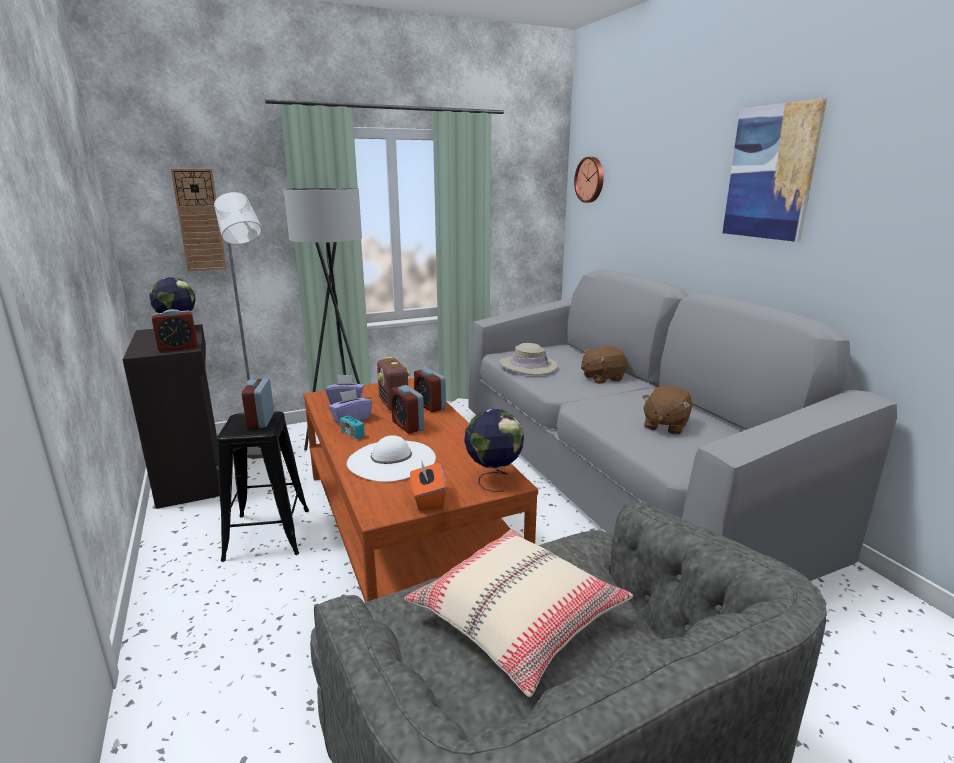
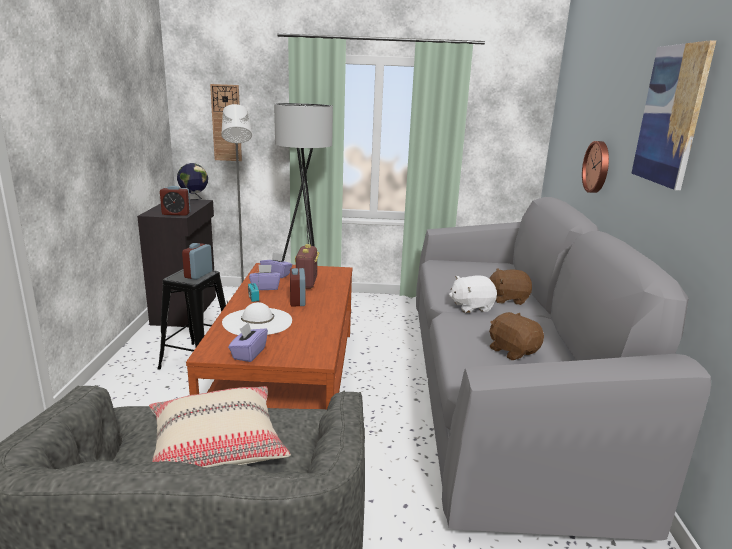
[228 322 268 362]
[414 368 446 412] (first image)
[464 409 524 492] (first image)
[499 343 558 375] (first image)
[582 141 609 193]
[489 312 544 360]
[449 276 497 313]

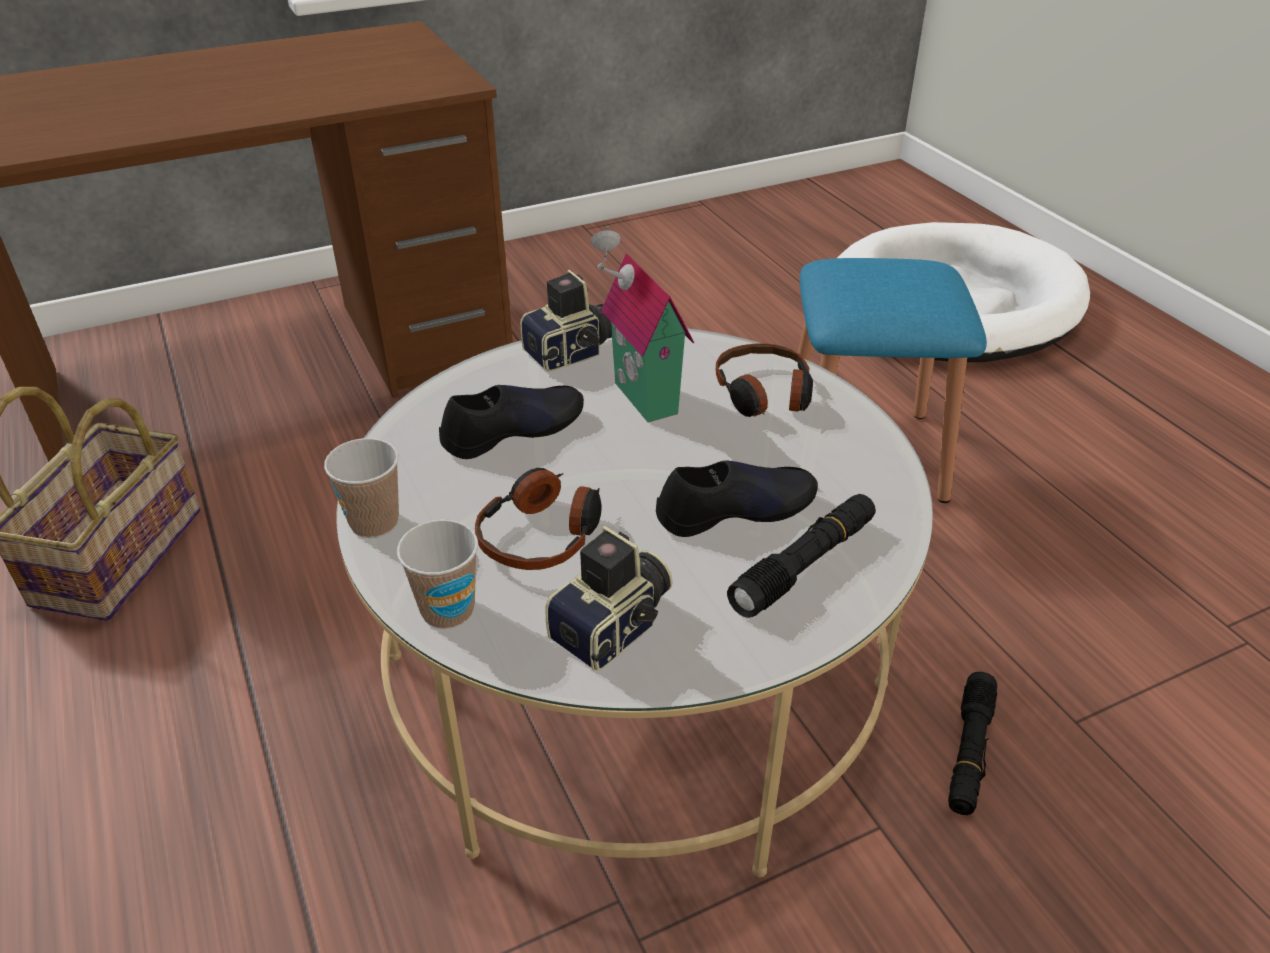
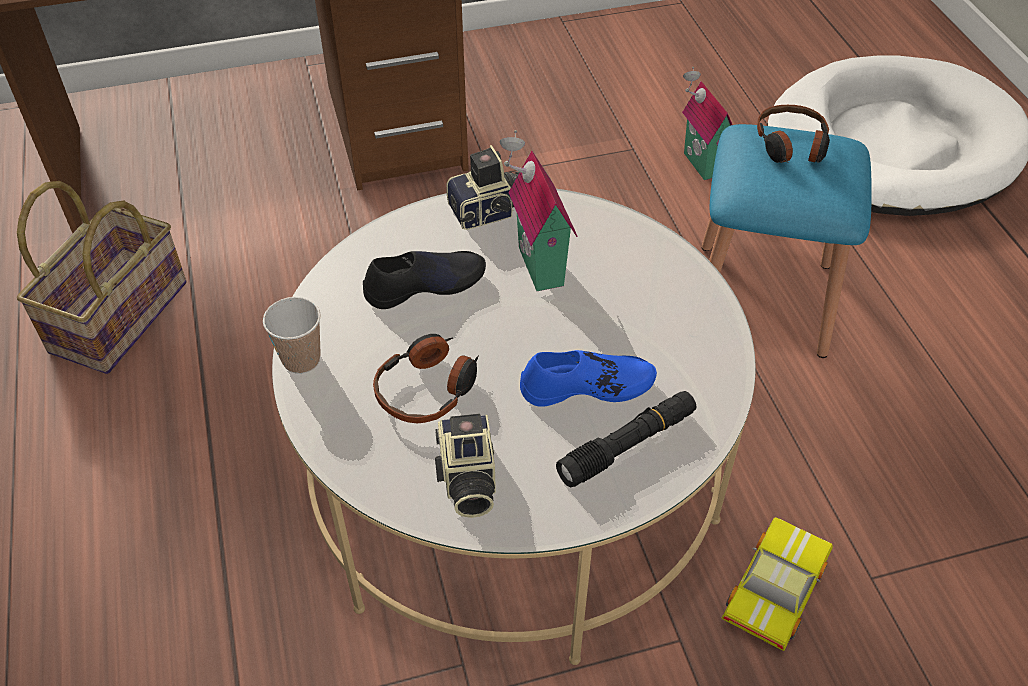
[397 519 478 629] (first image)
[435 414 496 518]
[520 350 657 407]
[757 105 830 163]
[721 517 833 651]
[682 67 732 180]

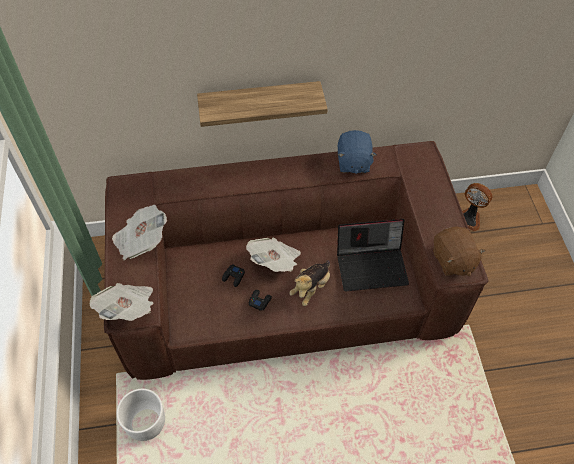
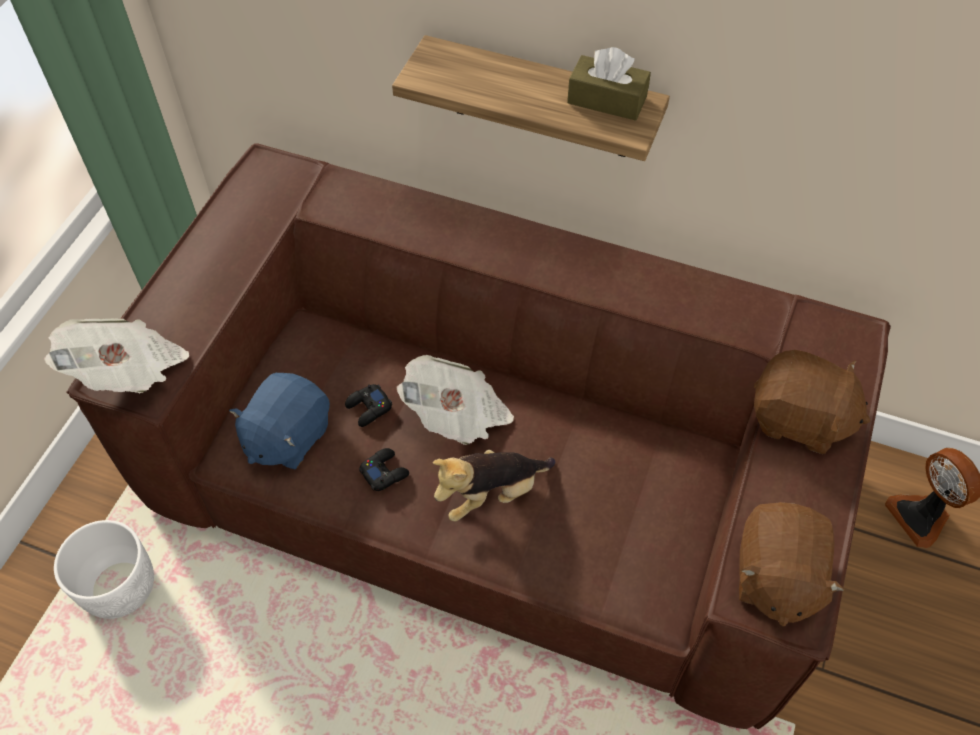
[112 205 167 260] (first image)
[229 373 330 469]
[337 219 409 291] (first image)
[567 47 651 121]
[754 350 870 454]

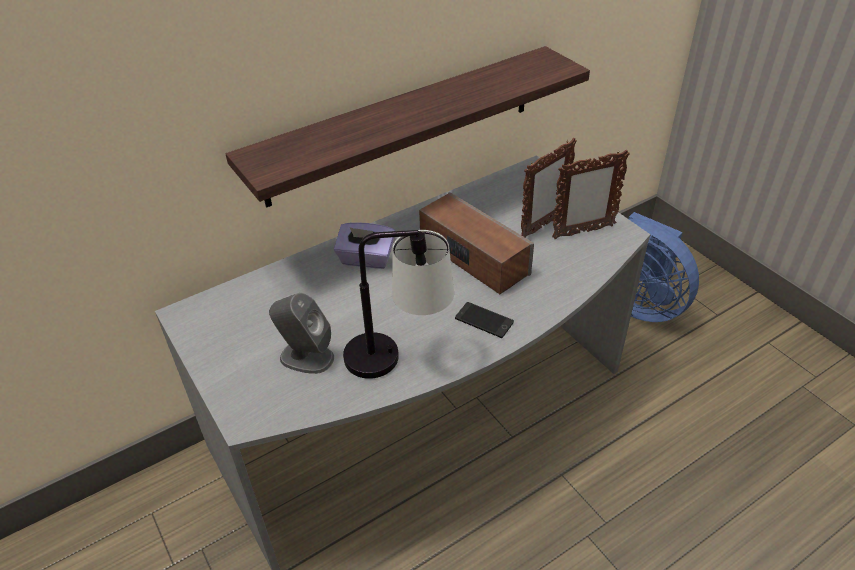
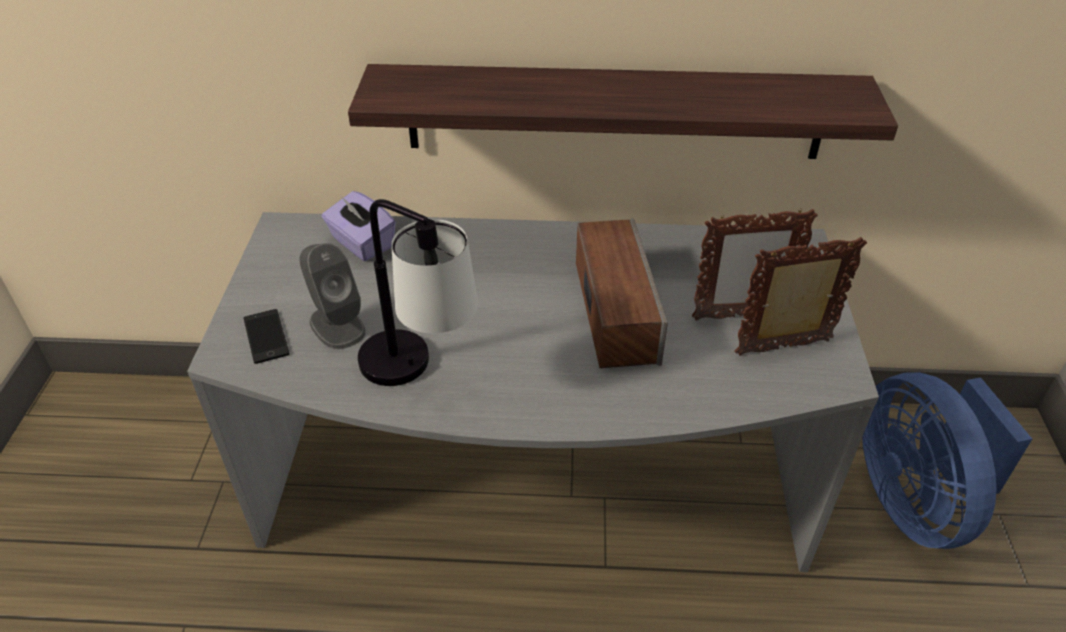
[322 191 396 261]
[243 309 290 364]
[734 237 867 356]

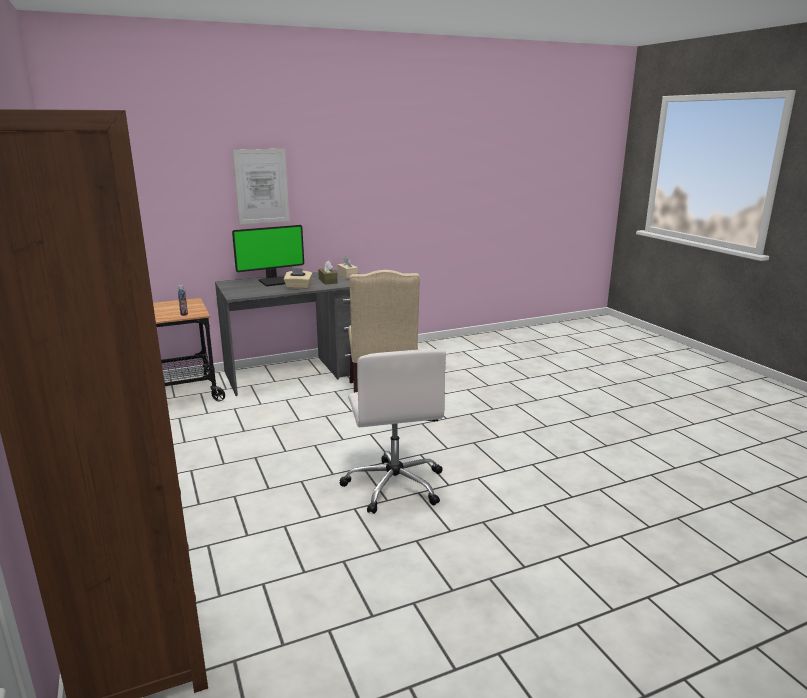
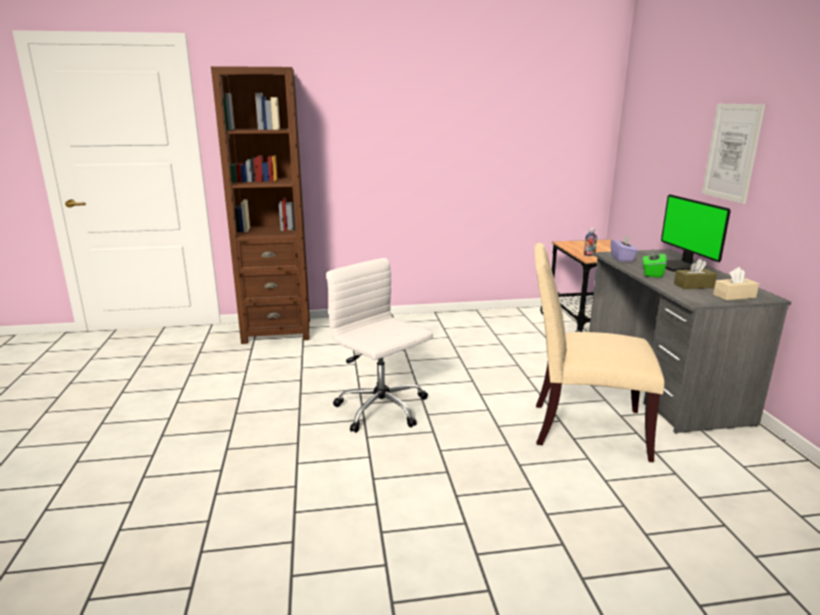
[643 249 667 278]
[326 258 433 433]
[611 236 638 262]

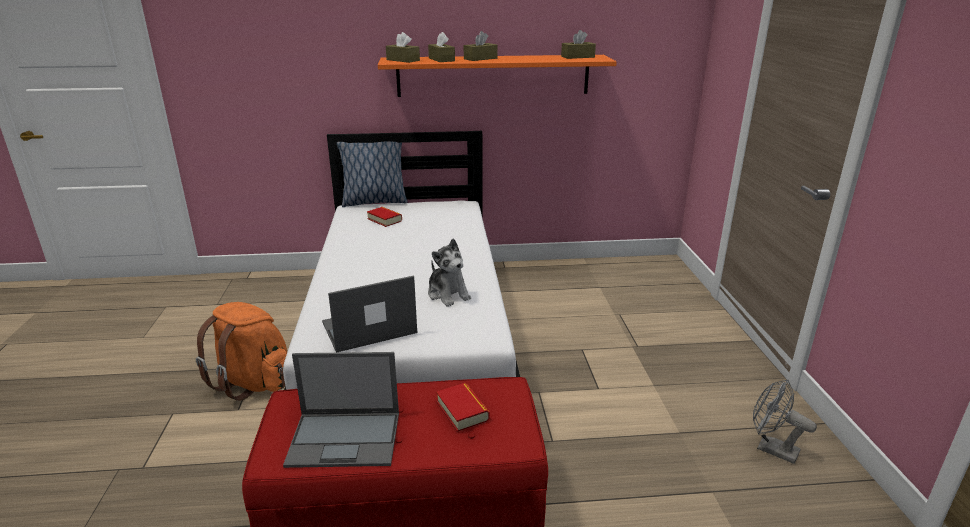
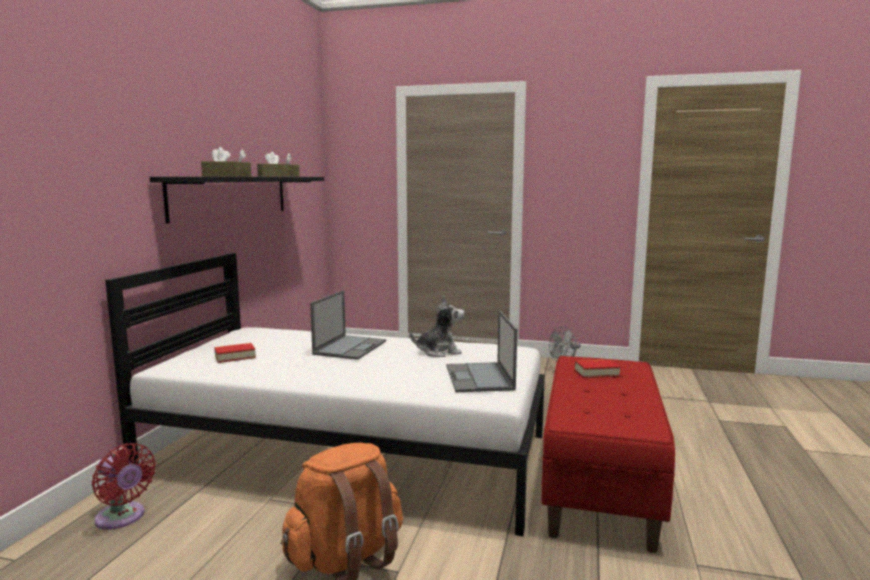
[310 290 386 360]
[337 142 408 207] (first image)
[150 177 324 224]
[257 152 290 177]
[92 443 156 529]

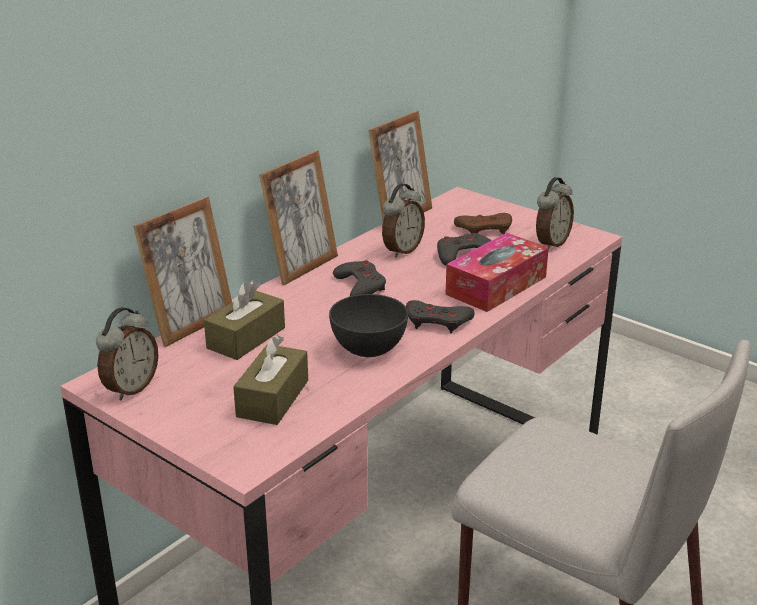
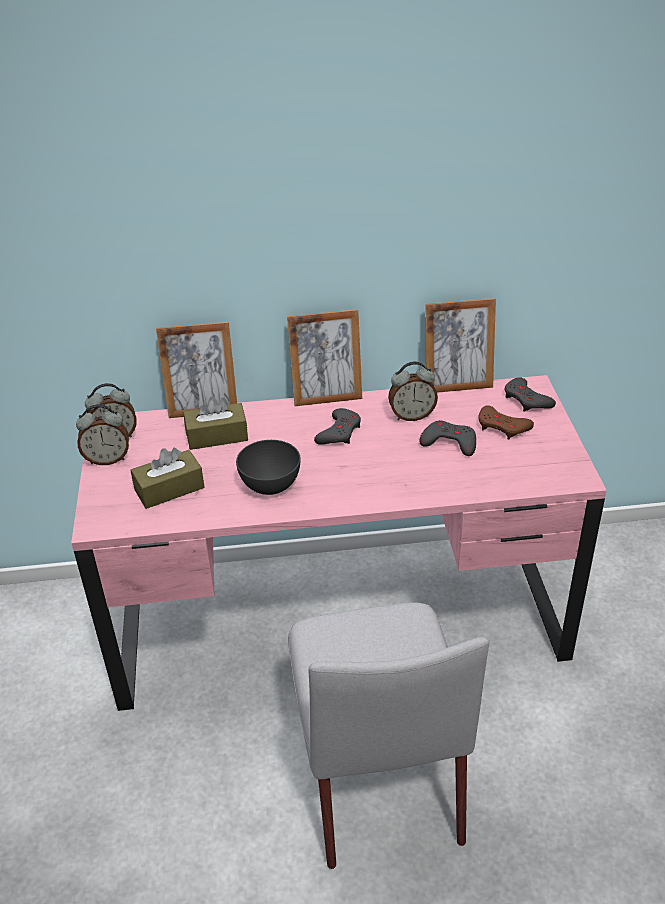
[505 377 556 412]
[445 233 549 312] (first image)
[76 404 129 465]

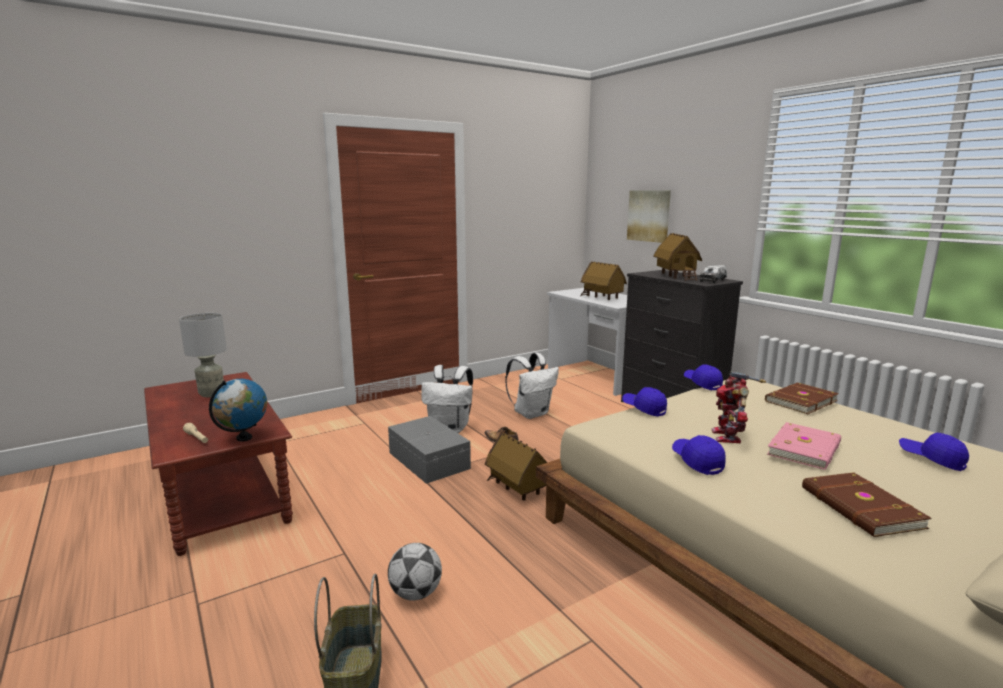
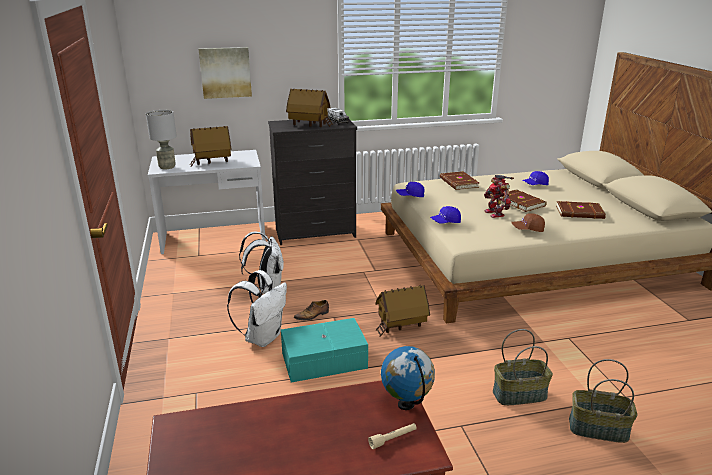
[146 110 177 169]
[281 318 368 383]
[493 329 553 405]
[511 213 545 232]
[484 175 514 218]
[500 189 547 212]

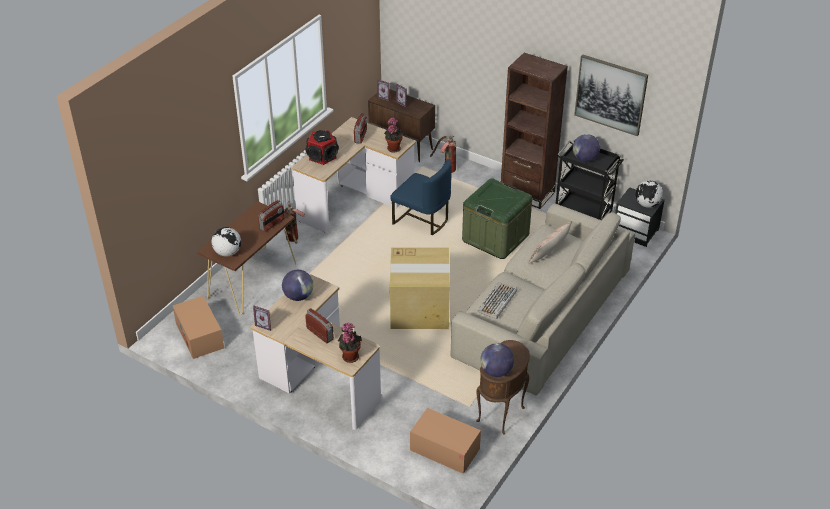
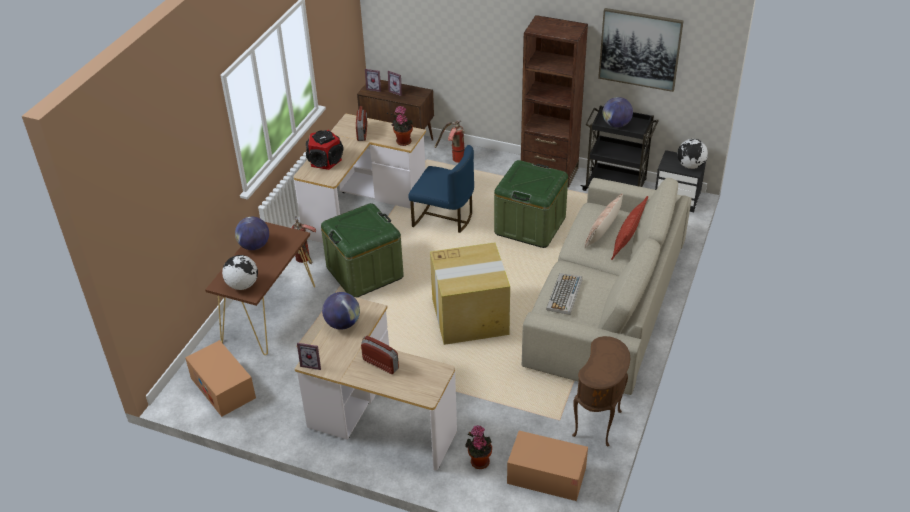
[258 200 285 232] (first image)
[465 425 492 469]
[235 217 269 250]
[321 203 404 298]
[611 196 648 260]

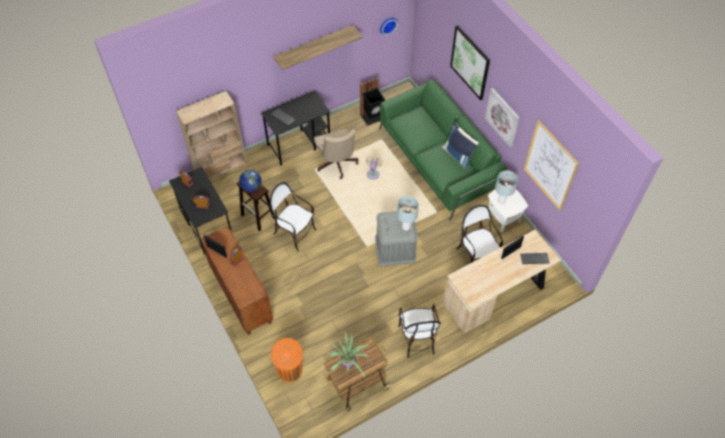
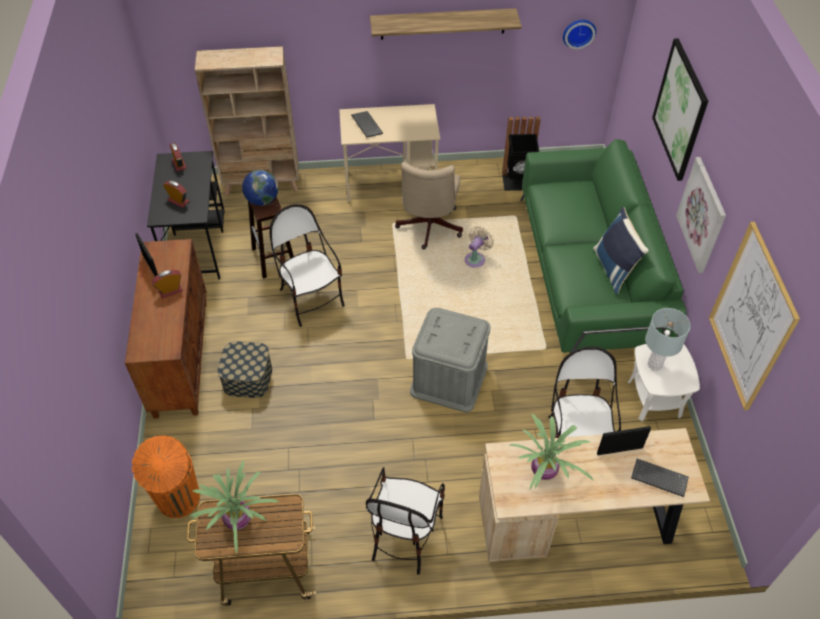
[339 104 440 202]
[397 196 419 231] (first image)
[217 341 272 398]
[510 413 594 489]

